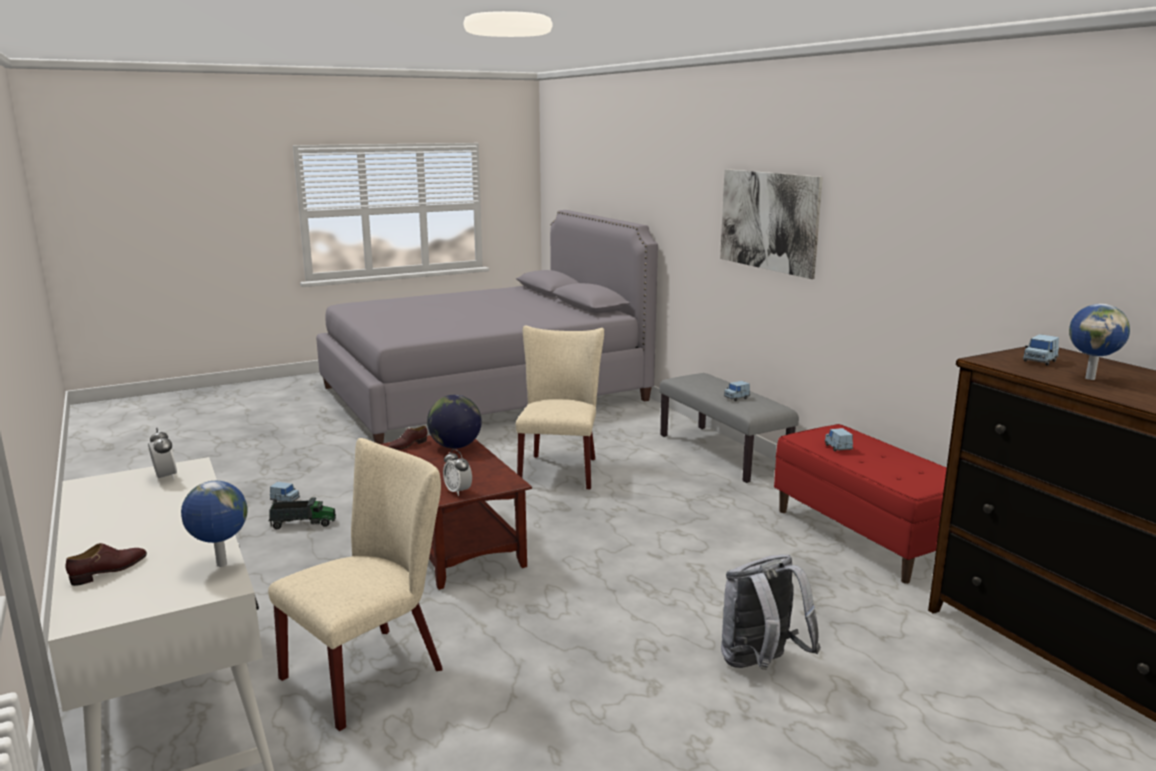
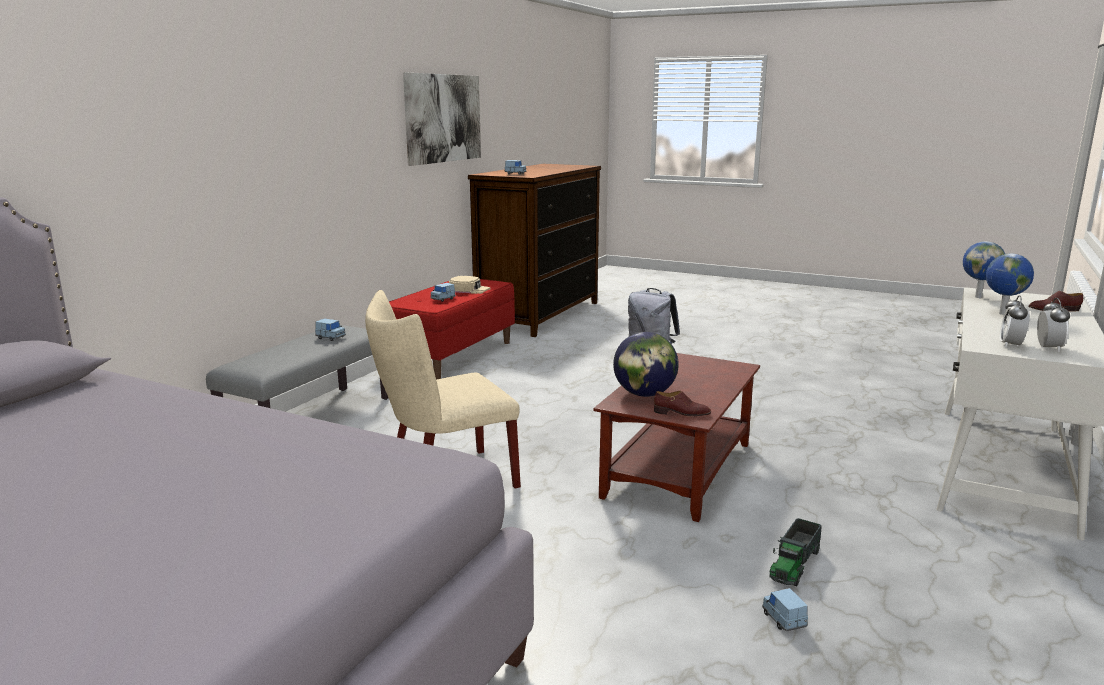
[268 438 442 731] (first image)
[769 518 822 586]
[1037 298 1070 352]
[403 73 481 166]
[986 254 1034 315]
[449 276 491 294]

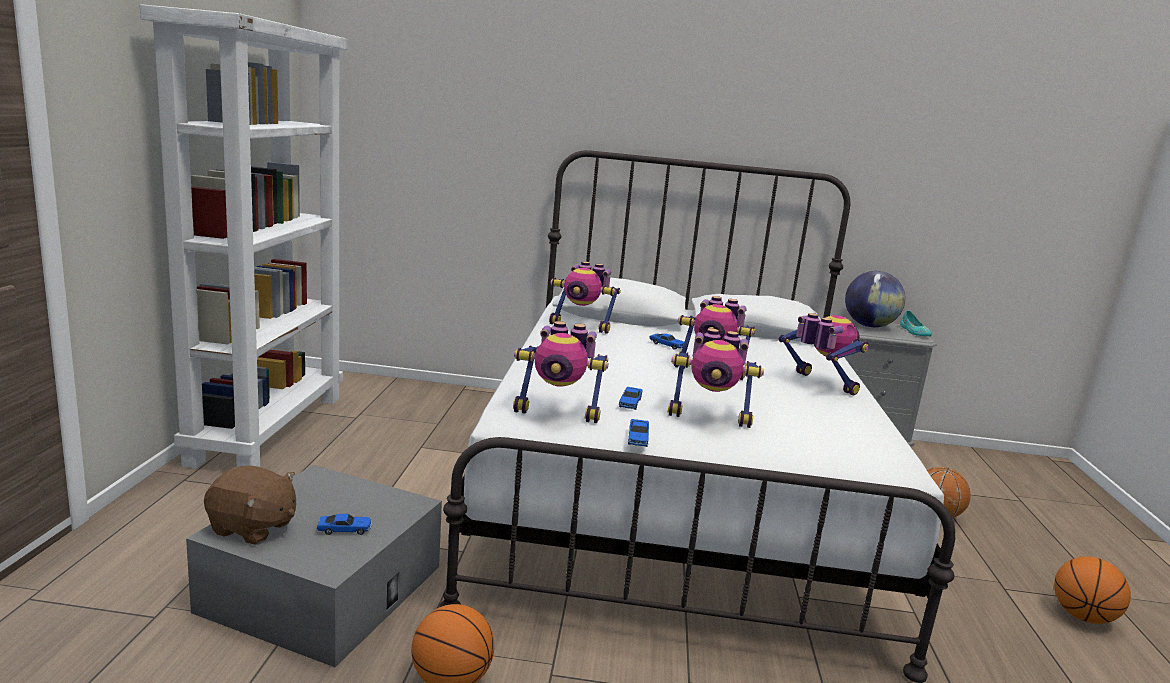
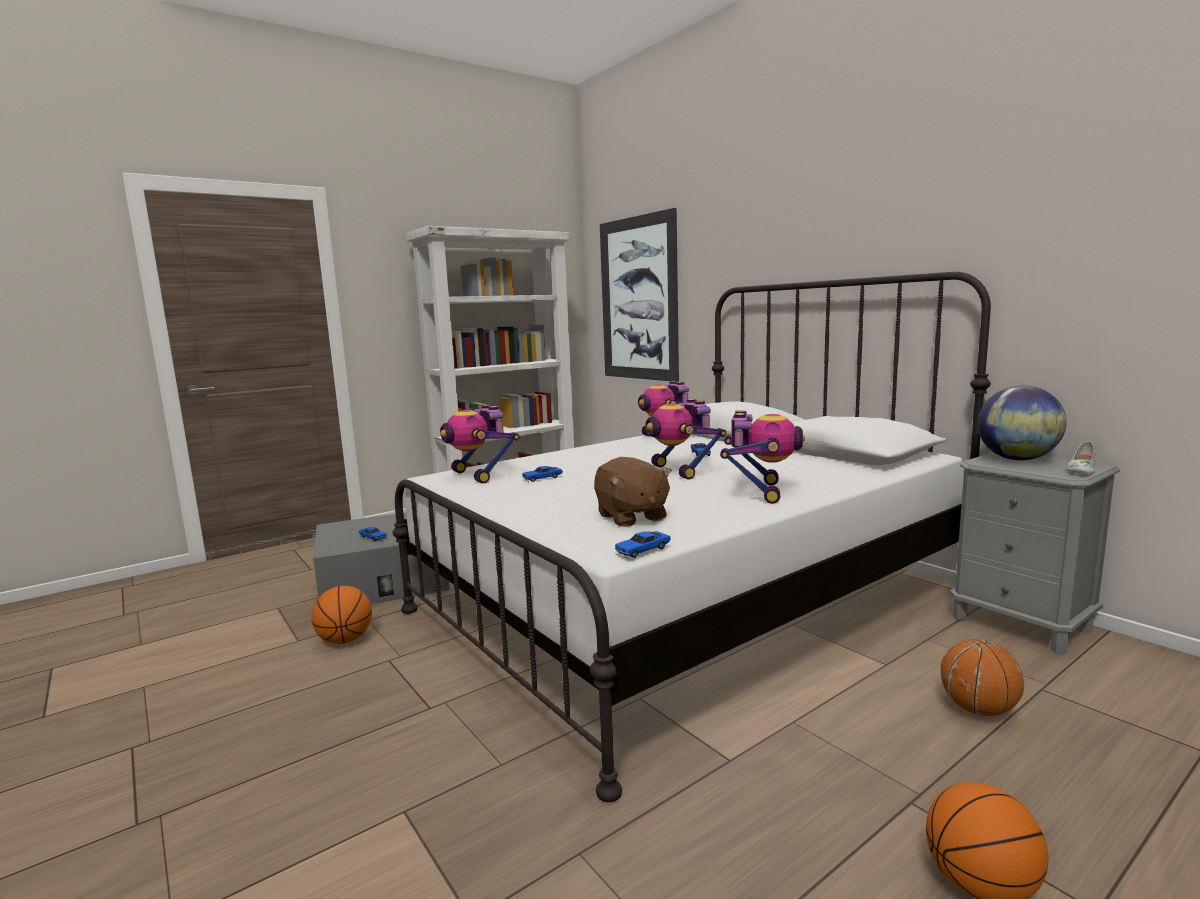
[594 457 672 527]
[615 531 671 558]
[668 328 764 428] (first image)
[1066 441 1096 474]
[600 208 679 382]

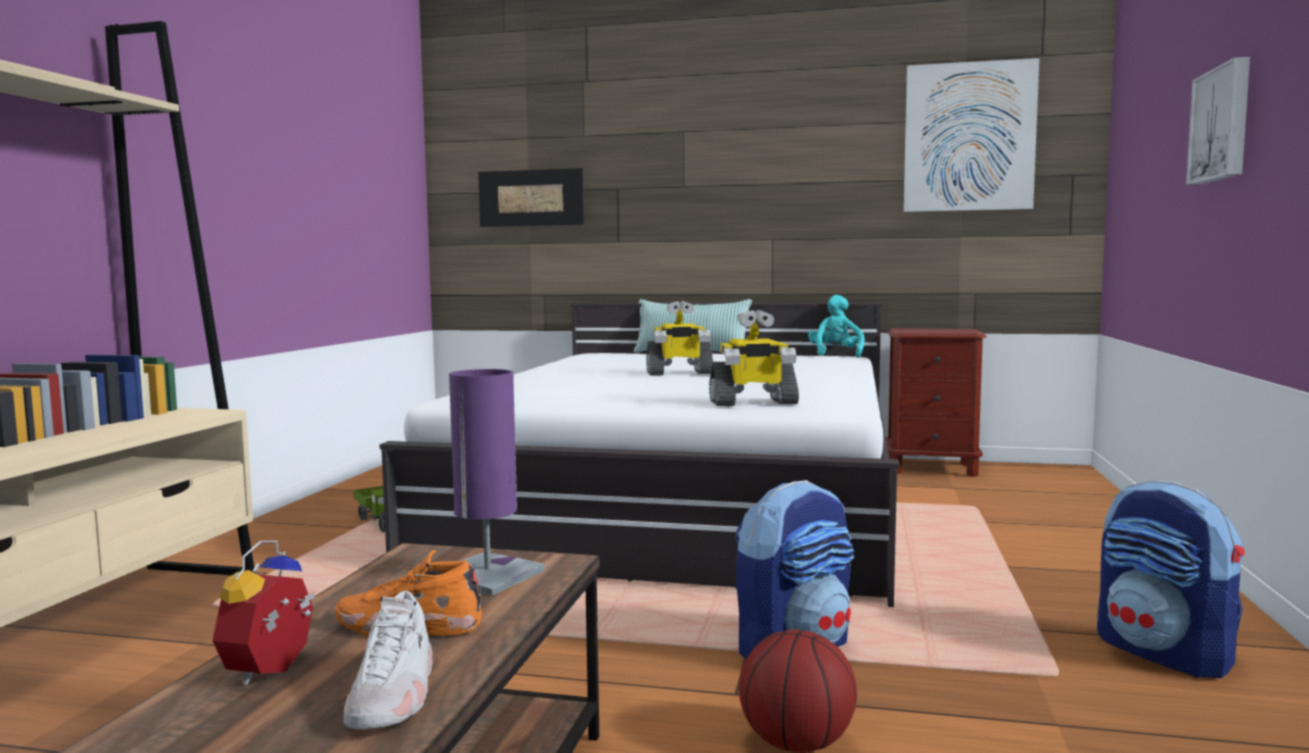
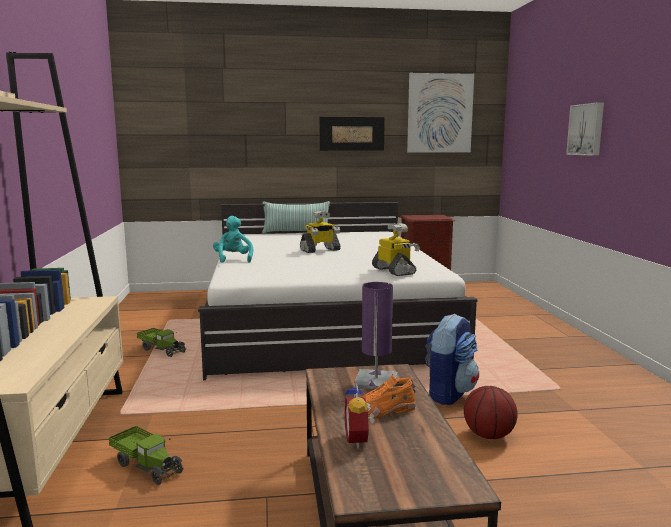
[343 591 433 730] (first image)
[319 117 385 151]
[372 223 420 276]
[213 216 253 263]
[1097 481 1245 678] (first image)
[109 426 184 485]

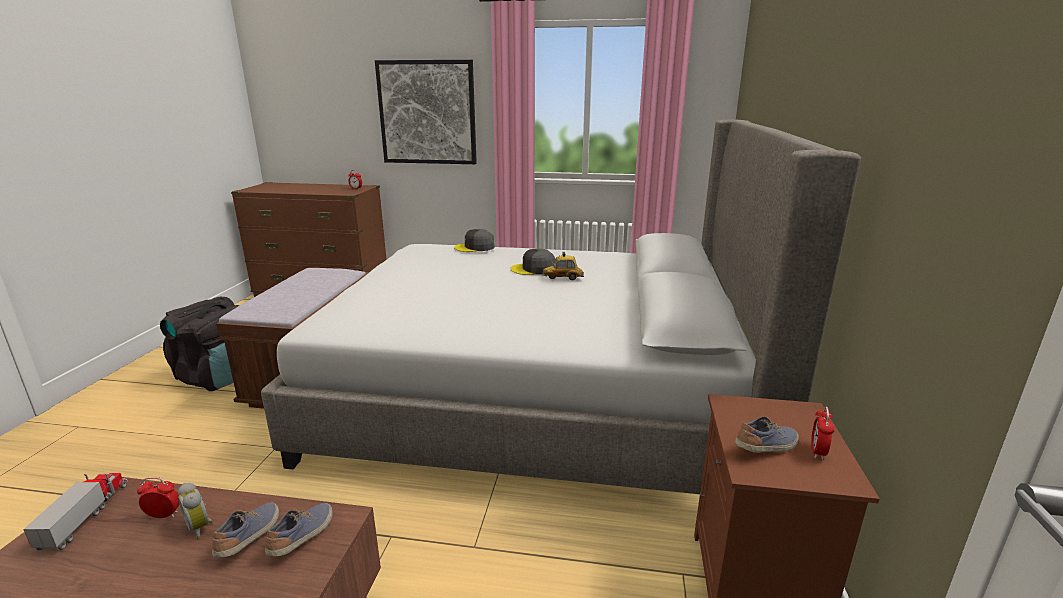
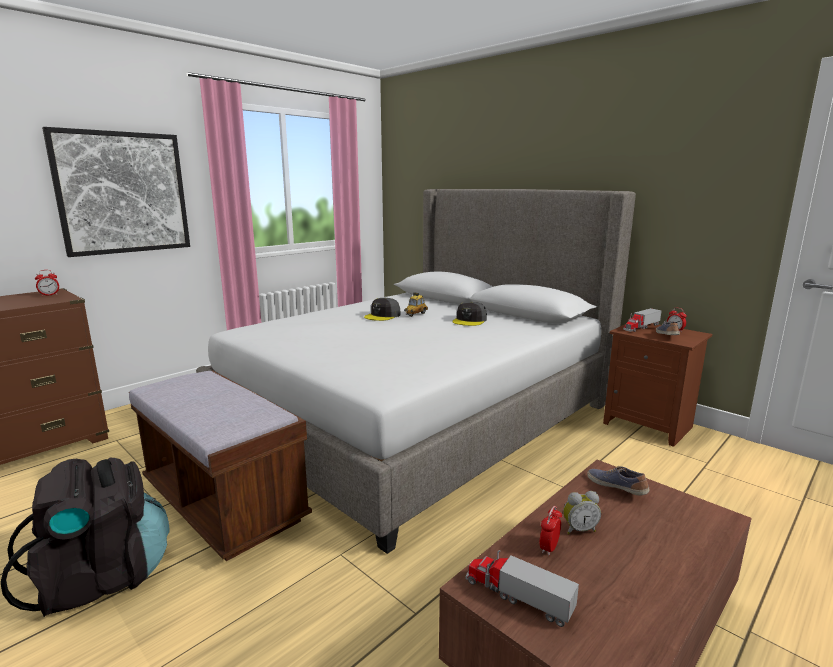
[212 502 279 558] (first image)
[452 302 487 326]
[623 308 662 332]

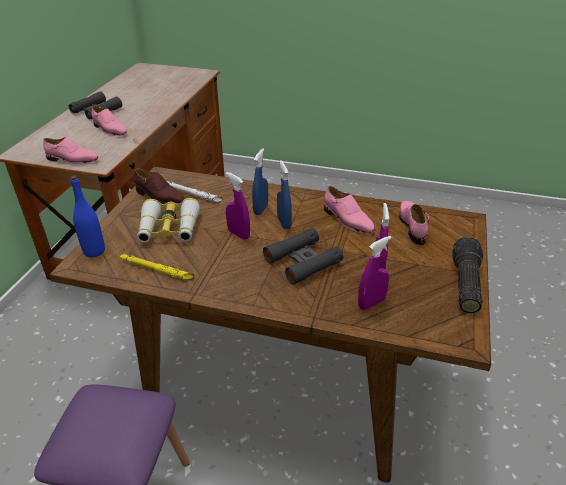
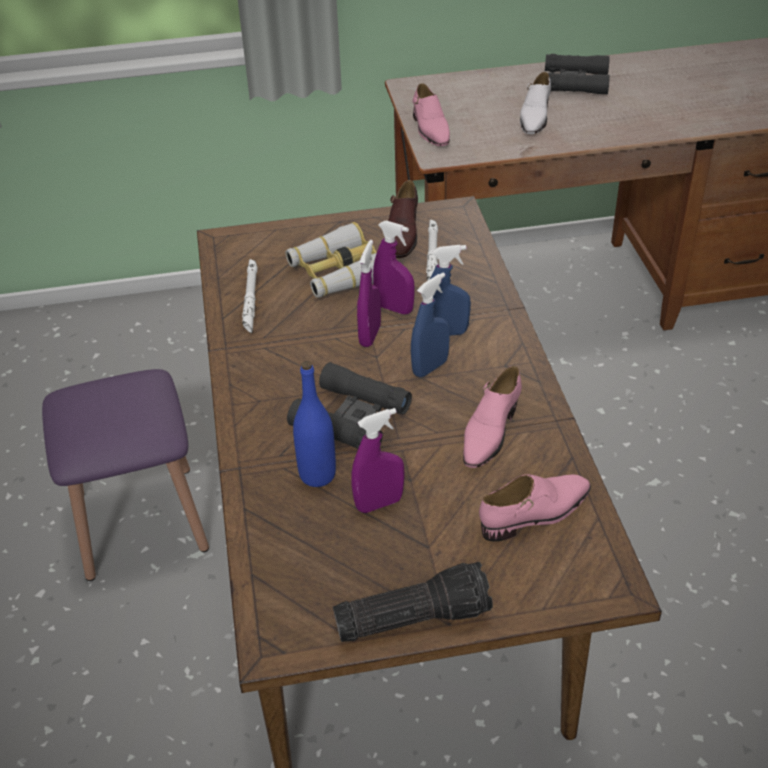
[293 361 336 487]
[520 72 551 134]
[242 259 257 333]
[373 221 415 314]

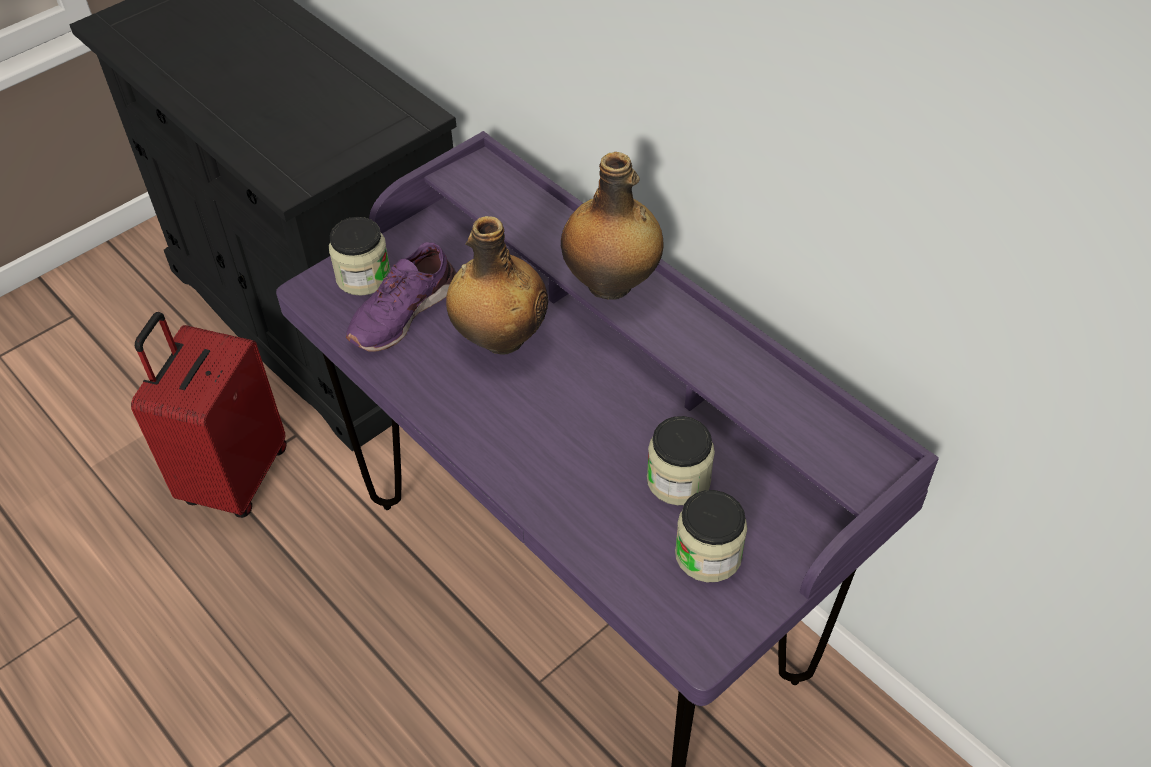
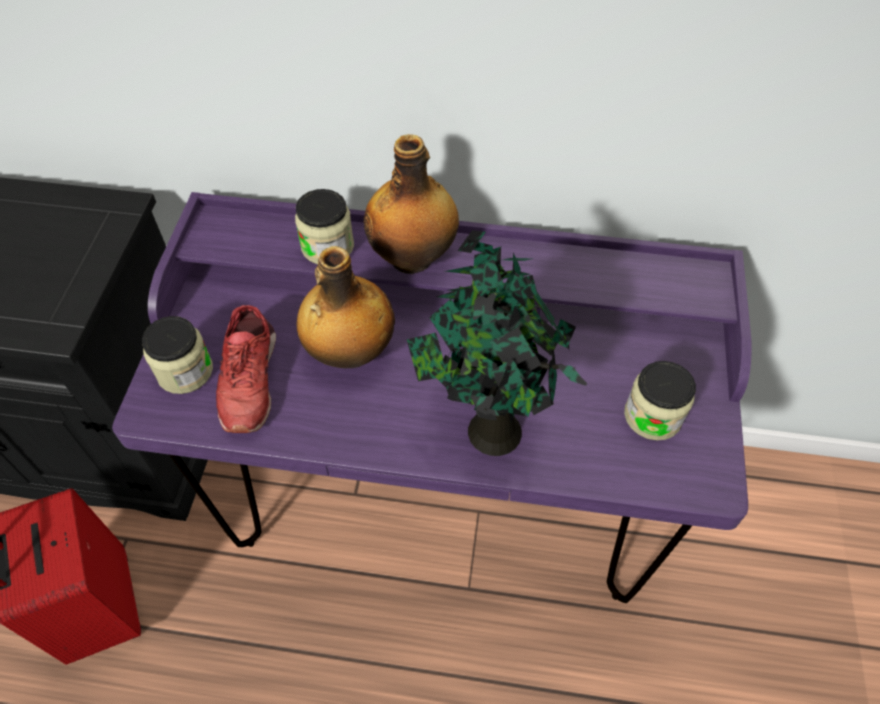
[216 305 276 433]
[295 189 354 264]
[407 230 587 456]

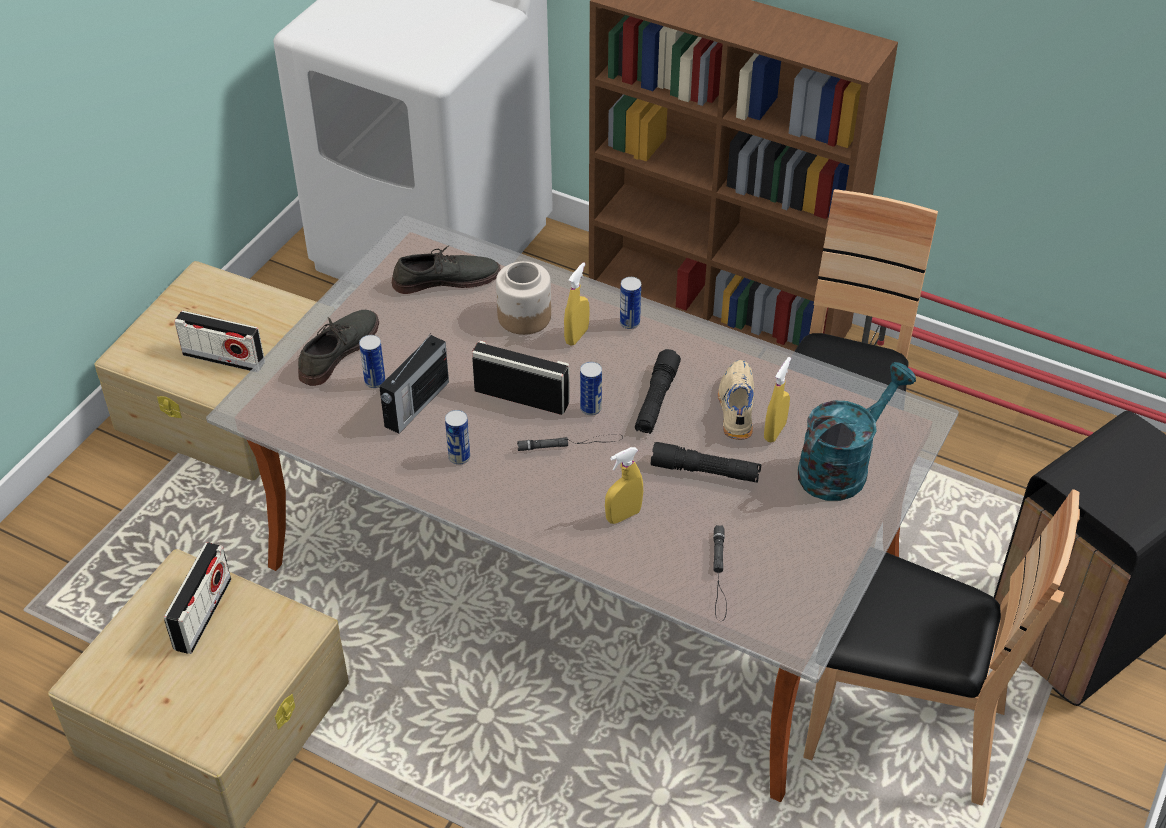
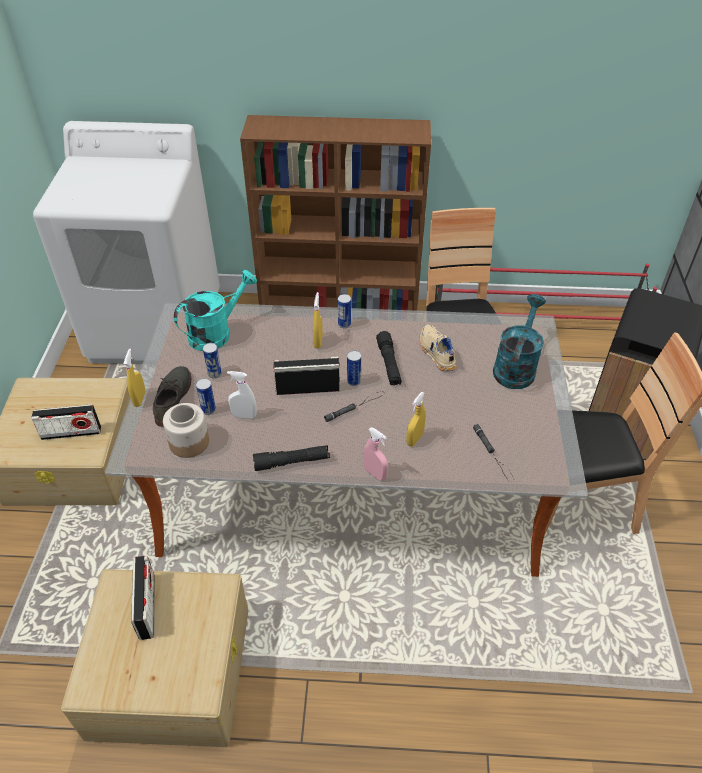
[227 371 257 419]
[174 270 257 351]
[203 343 222 378]
[163 403 209 458]
[253 445 330 471]
[124 349 146 407]
[363 427 388 481]

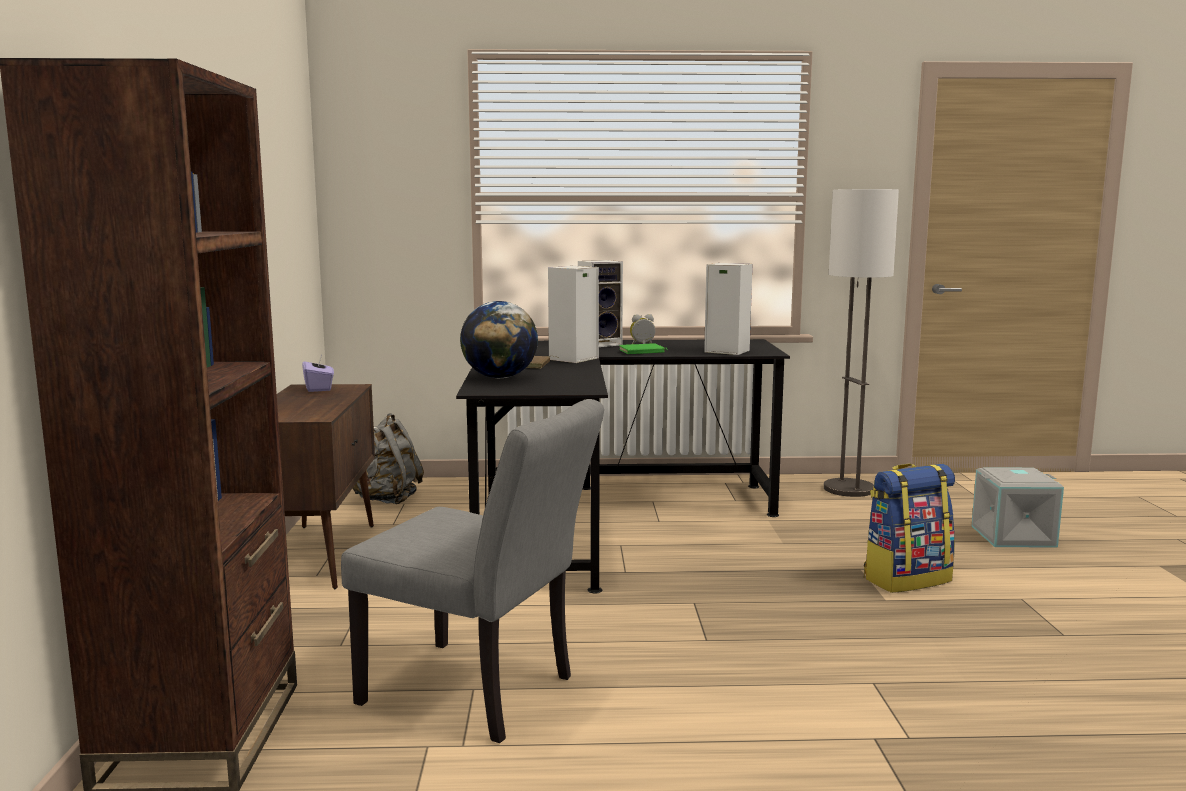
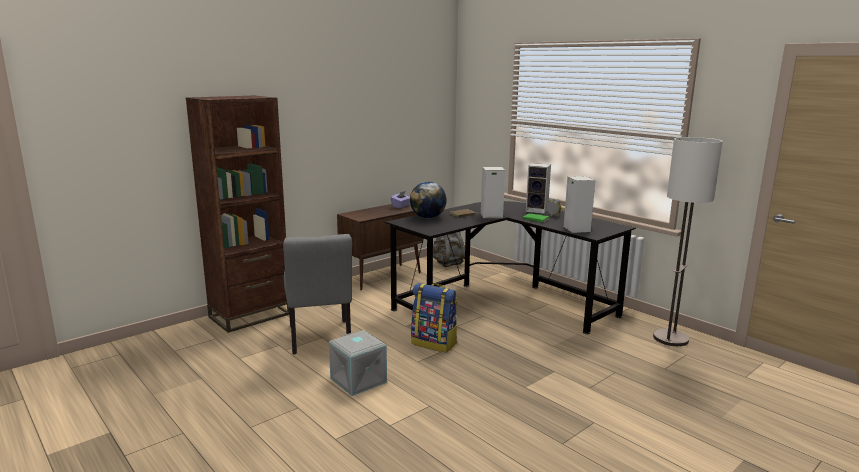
[411 283 457 352]
[329 330 387 396]

